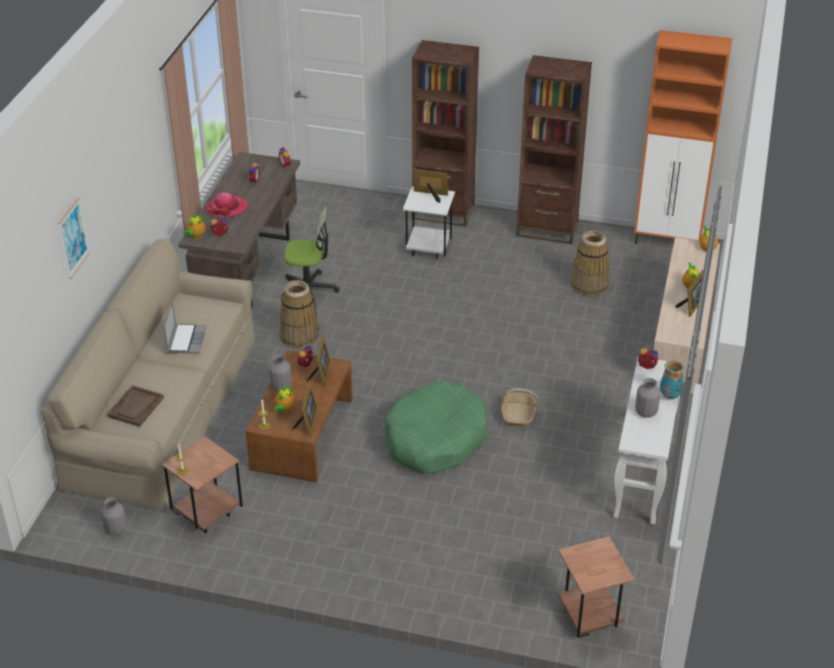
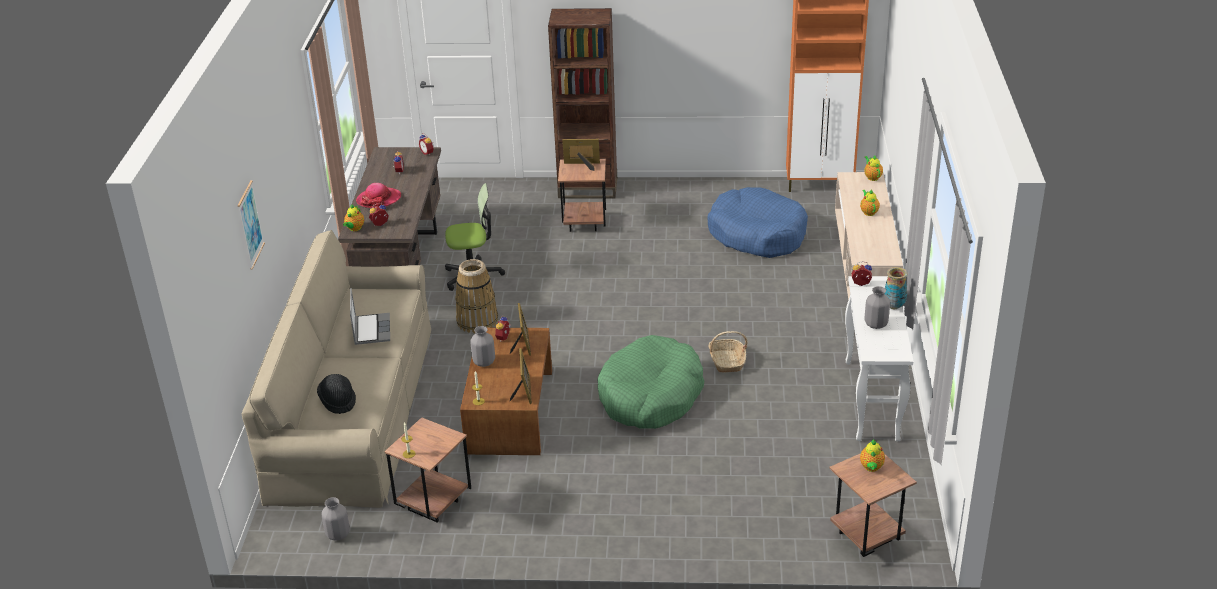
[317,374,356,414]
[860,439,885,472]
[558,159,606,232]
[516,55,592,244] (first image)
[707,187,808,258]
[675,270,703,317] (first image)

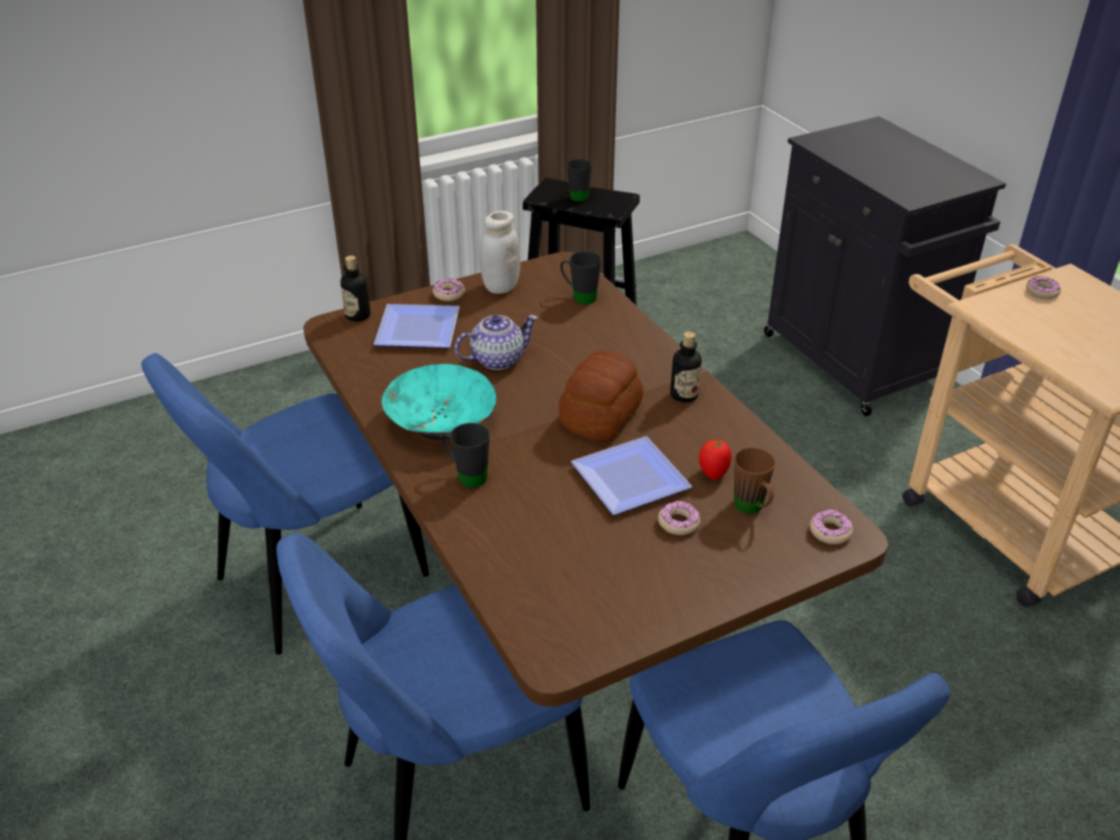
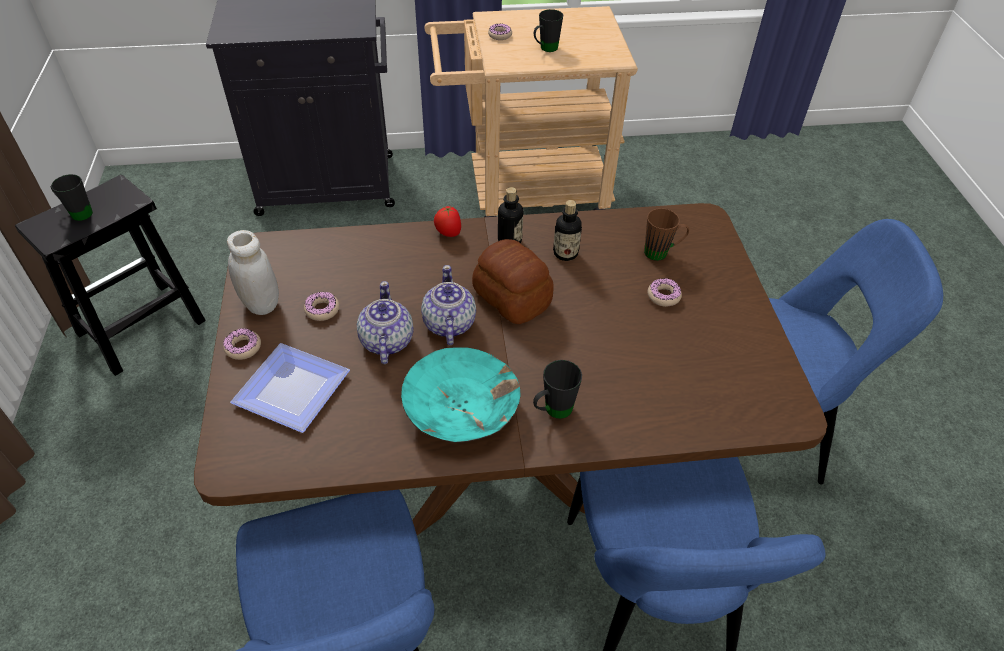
[553,200,582,261]
[534,9,563,52]
[571,436,692,515] (first image)
[434,206,461,237]
[304,292,339,321]
[421,265,476,346]

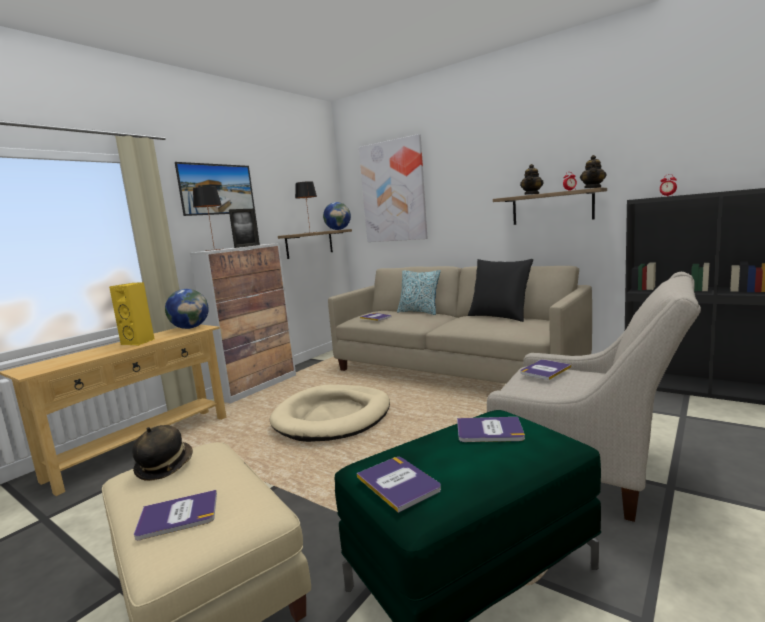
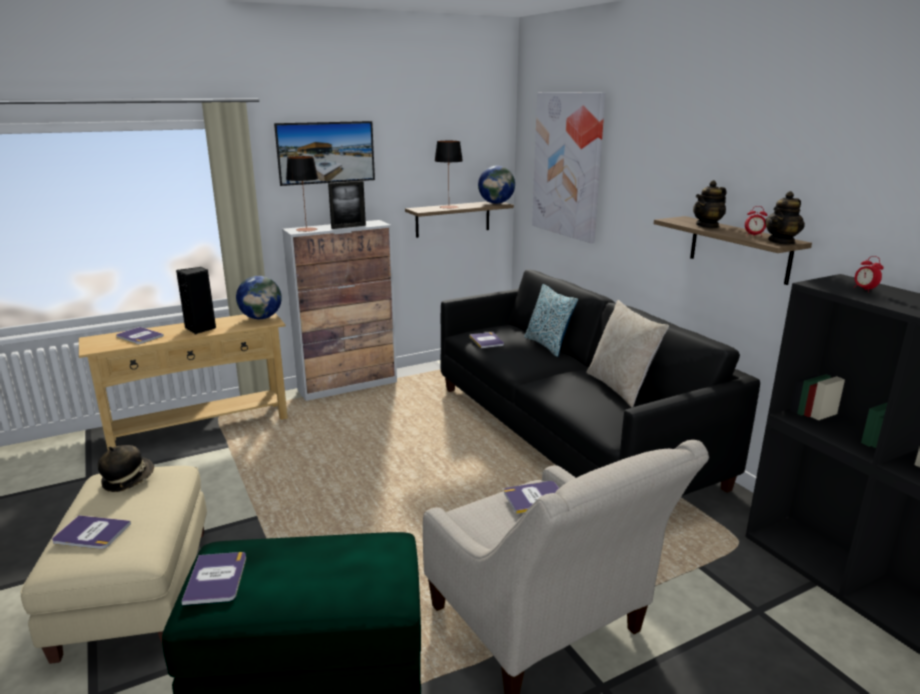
[176,267,216,334]
[270,385,390,442] (first image)
[440,269,760,496]
[116,327,164,344]
[586,300,669,407]

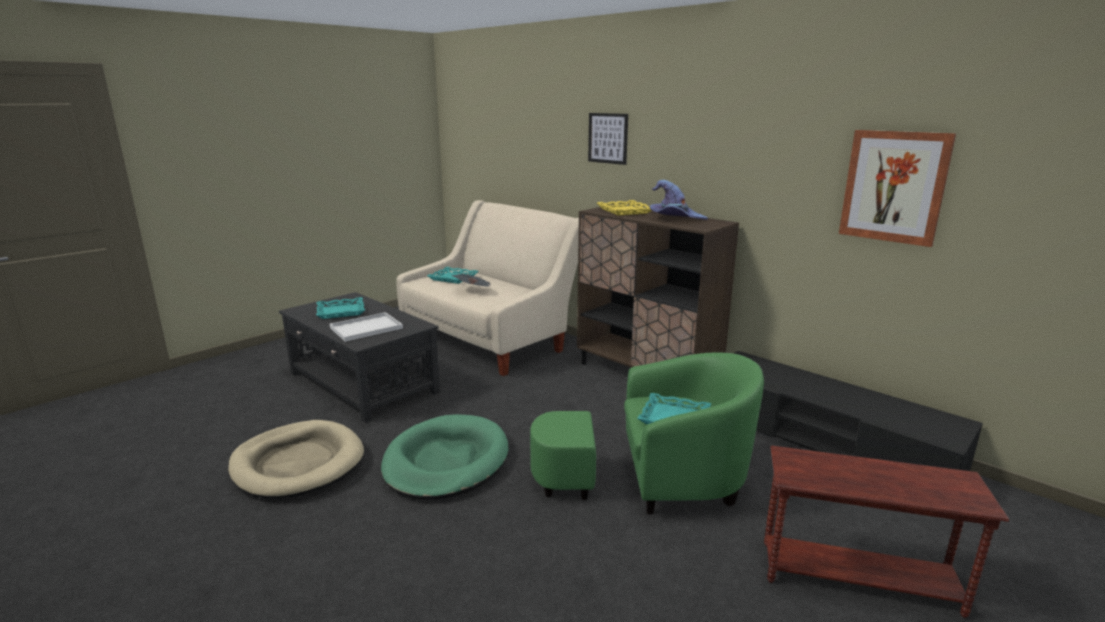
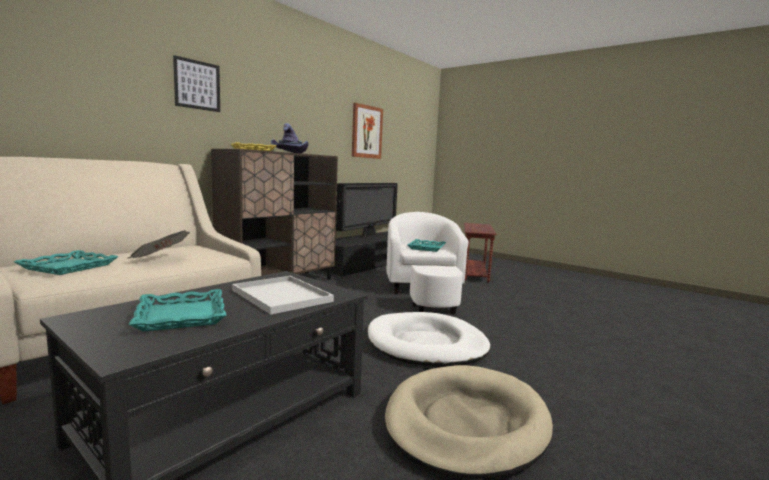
[368,312,490,367]
[387,212,469,315]
[336,183,398,238]

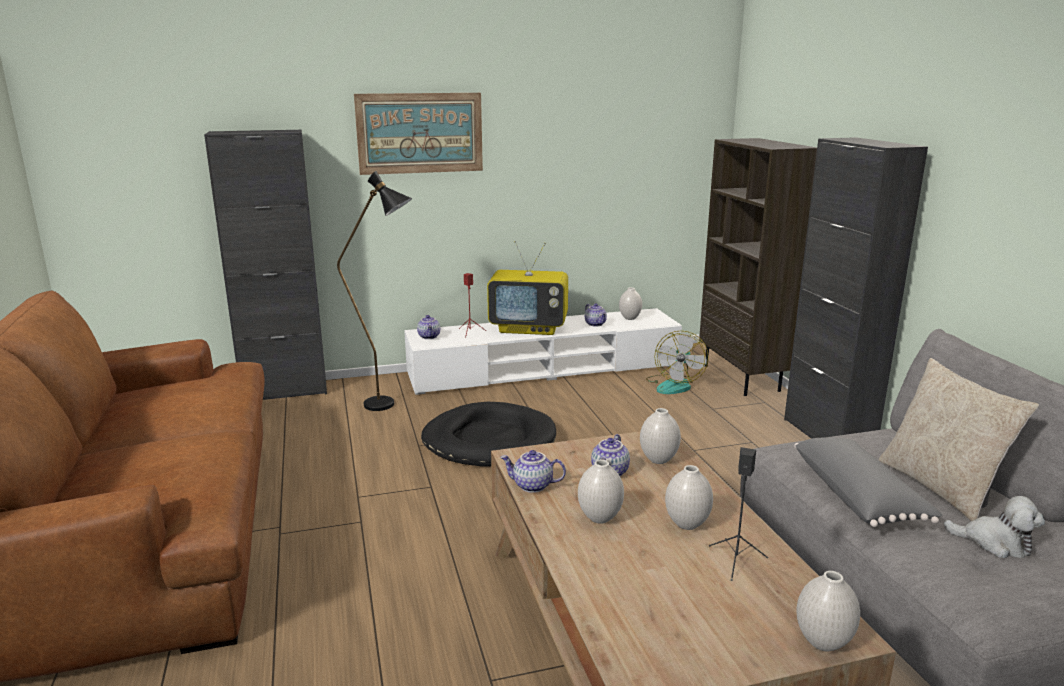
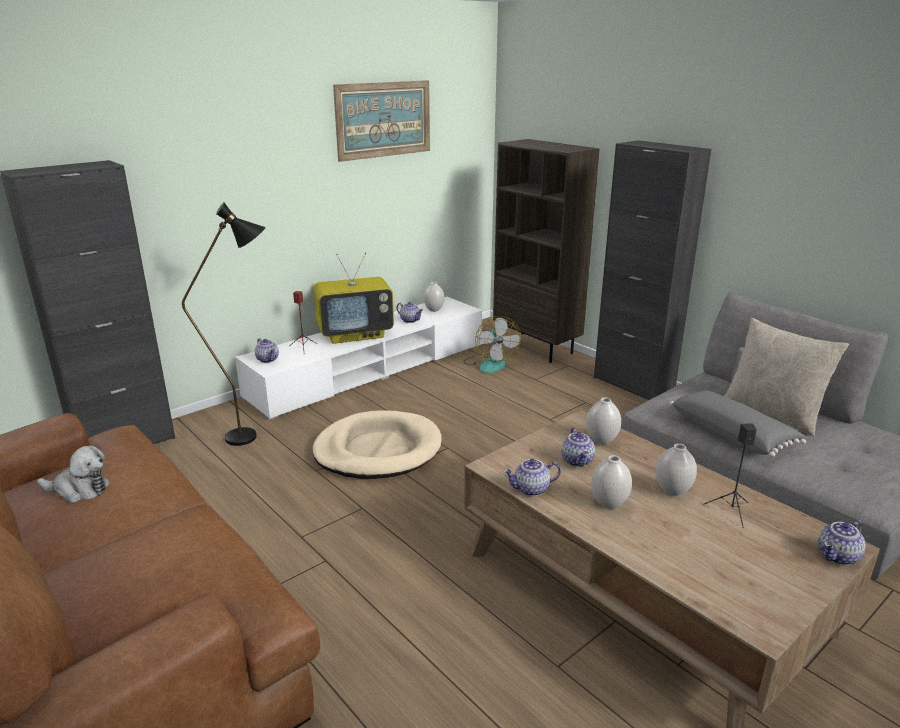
[333,80,430,162]
[312,410,442,479]
[818,520,866,565]
[37,445,110,503]

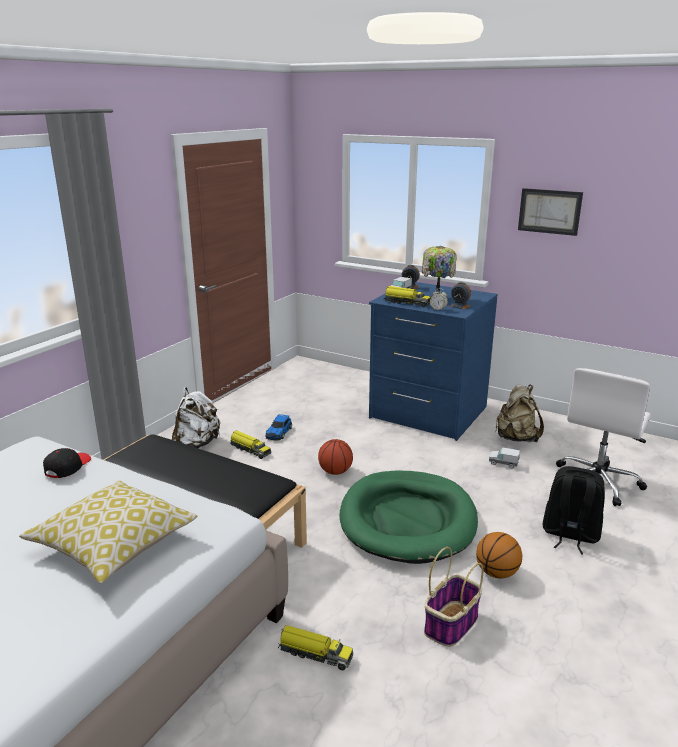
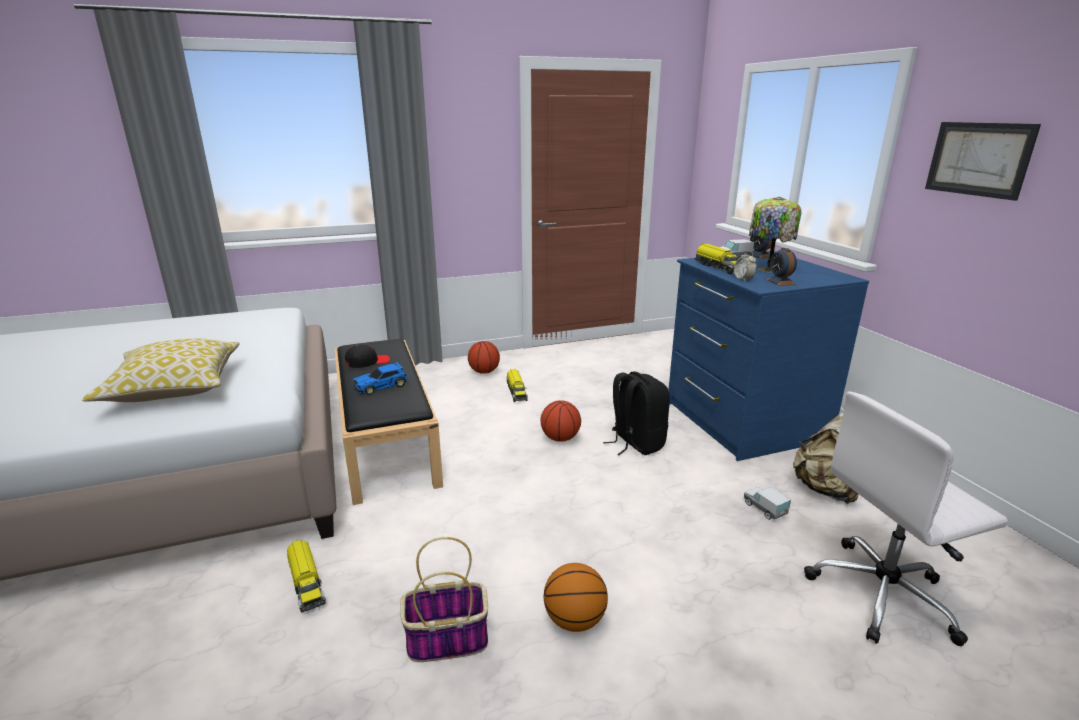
[345,345,390,368]
[468,341,500,374]
[353,362,407,395]
[339,470,478,564] (first image)
[603,371,670,455]

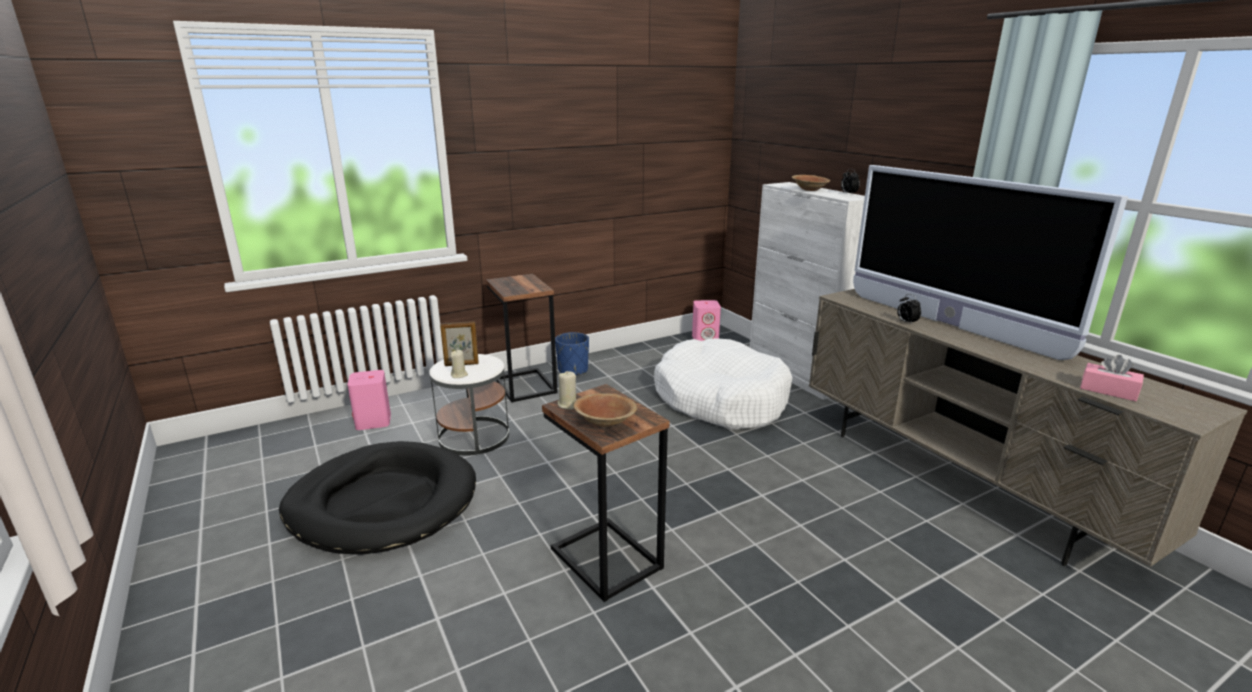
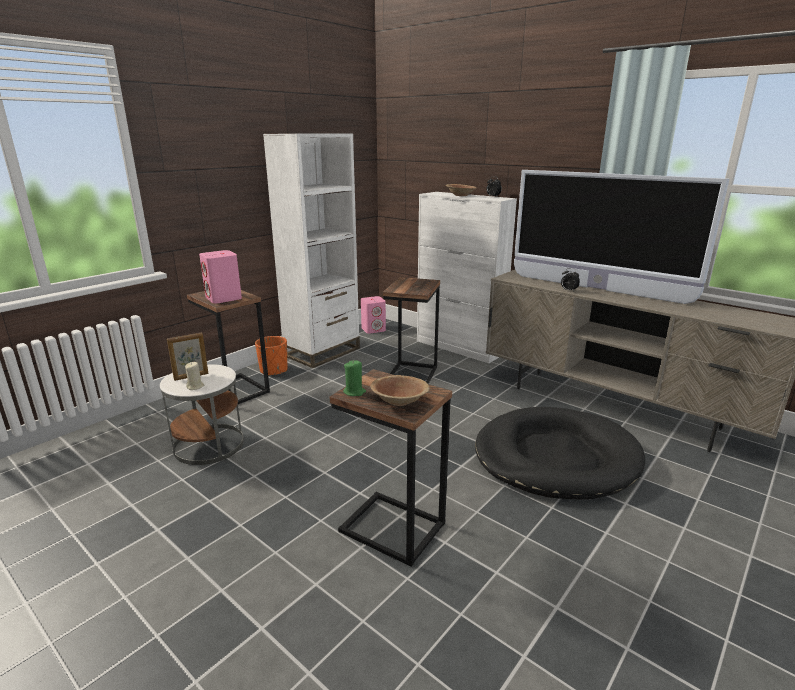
[475,407,645,500]
[199,250,242,303]
[255,336,287,376]
[343,360,366,396]
[383,277,440,384]
[1080,355,1144,401] (first image)
[263,133,360,368]

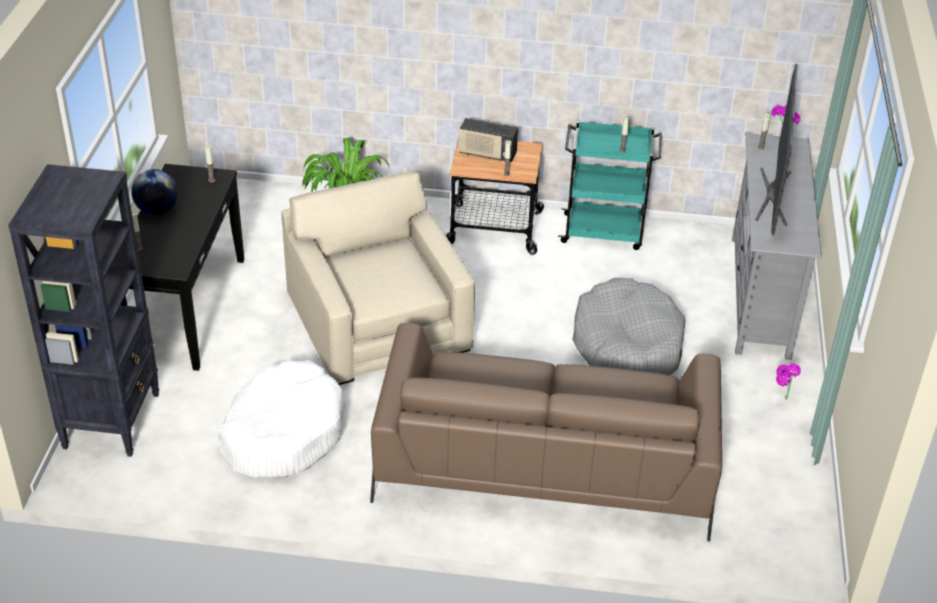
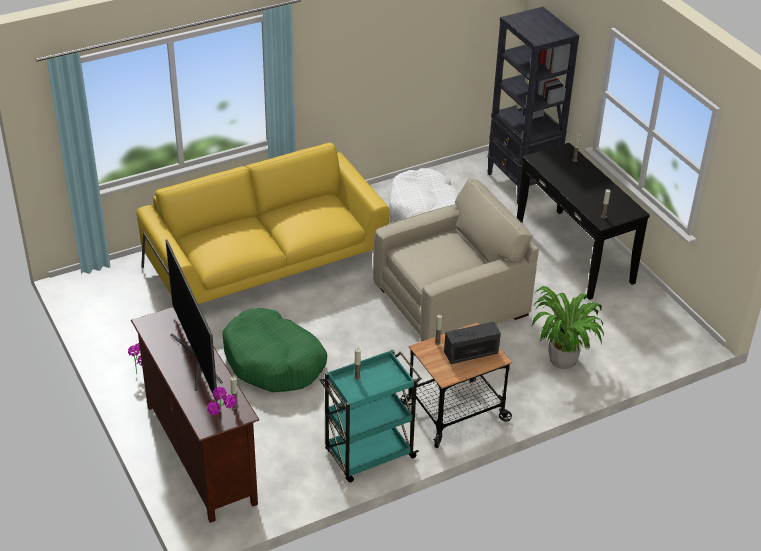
[131,169,178,215] (first image)
[373,178,539,341]
[137,143,390,304]
[222,308,327,392]
[131,307,259,523]

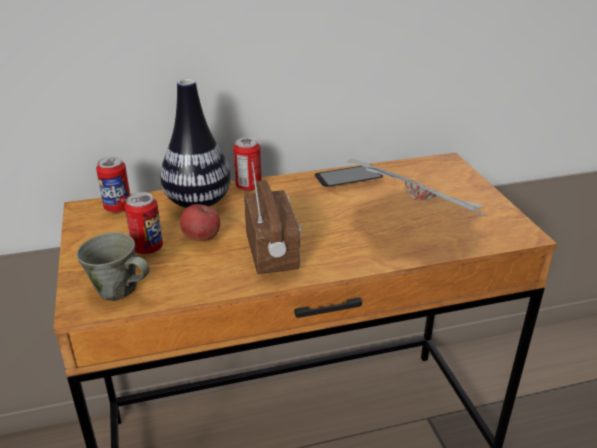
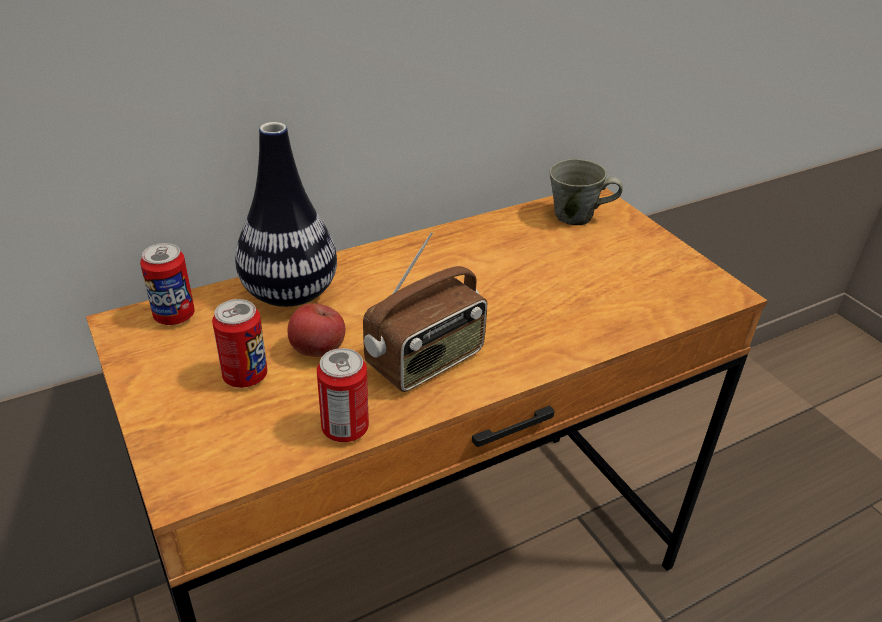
[550,159,623,225]
[317,348,369,442]
[363,232,487,392]
[315,164,383,187] (first image)
[347,159,487,216] (first image)

